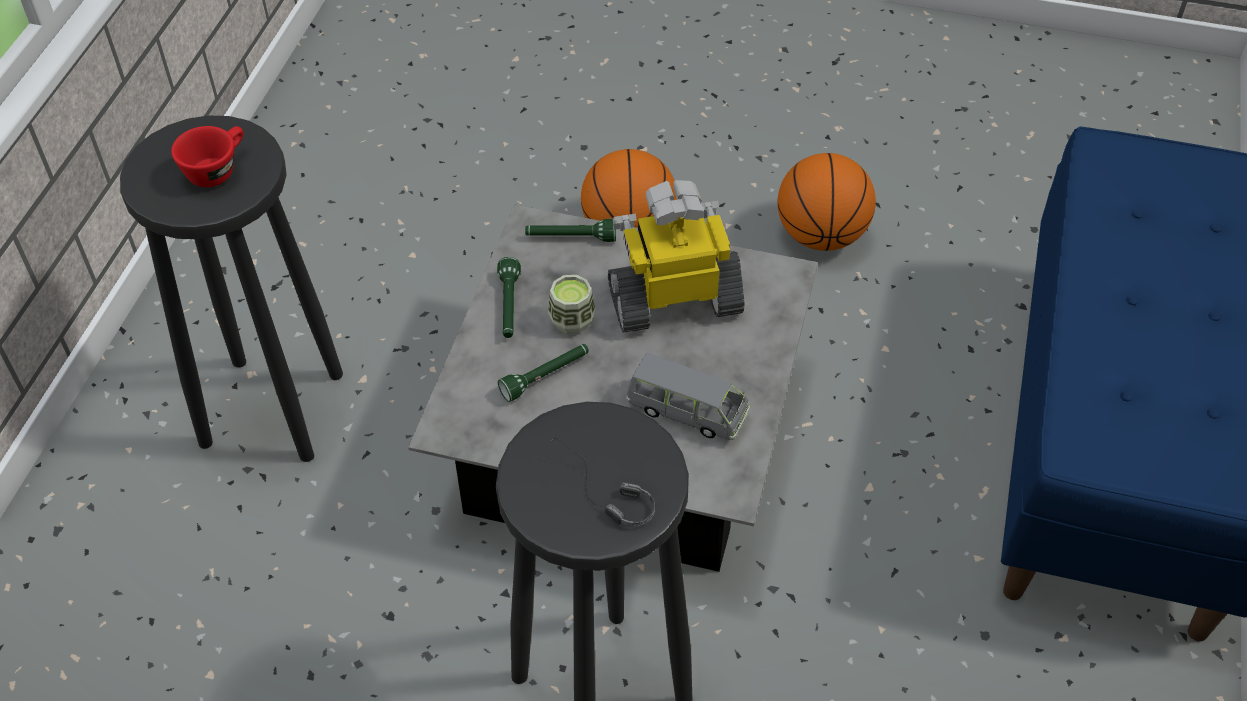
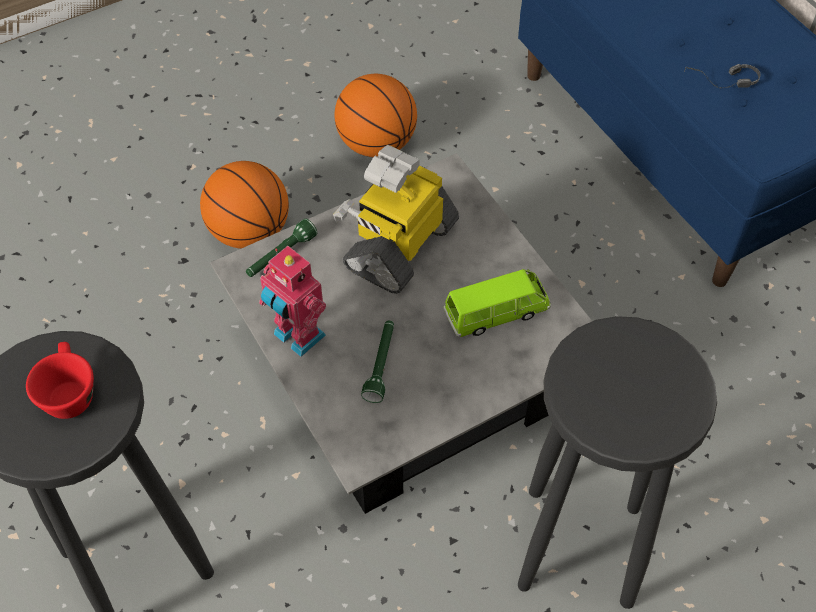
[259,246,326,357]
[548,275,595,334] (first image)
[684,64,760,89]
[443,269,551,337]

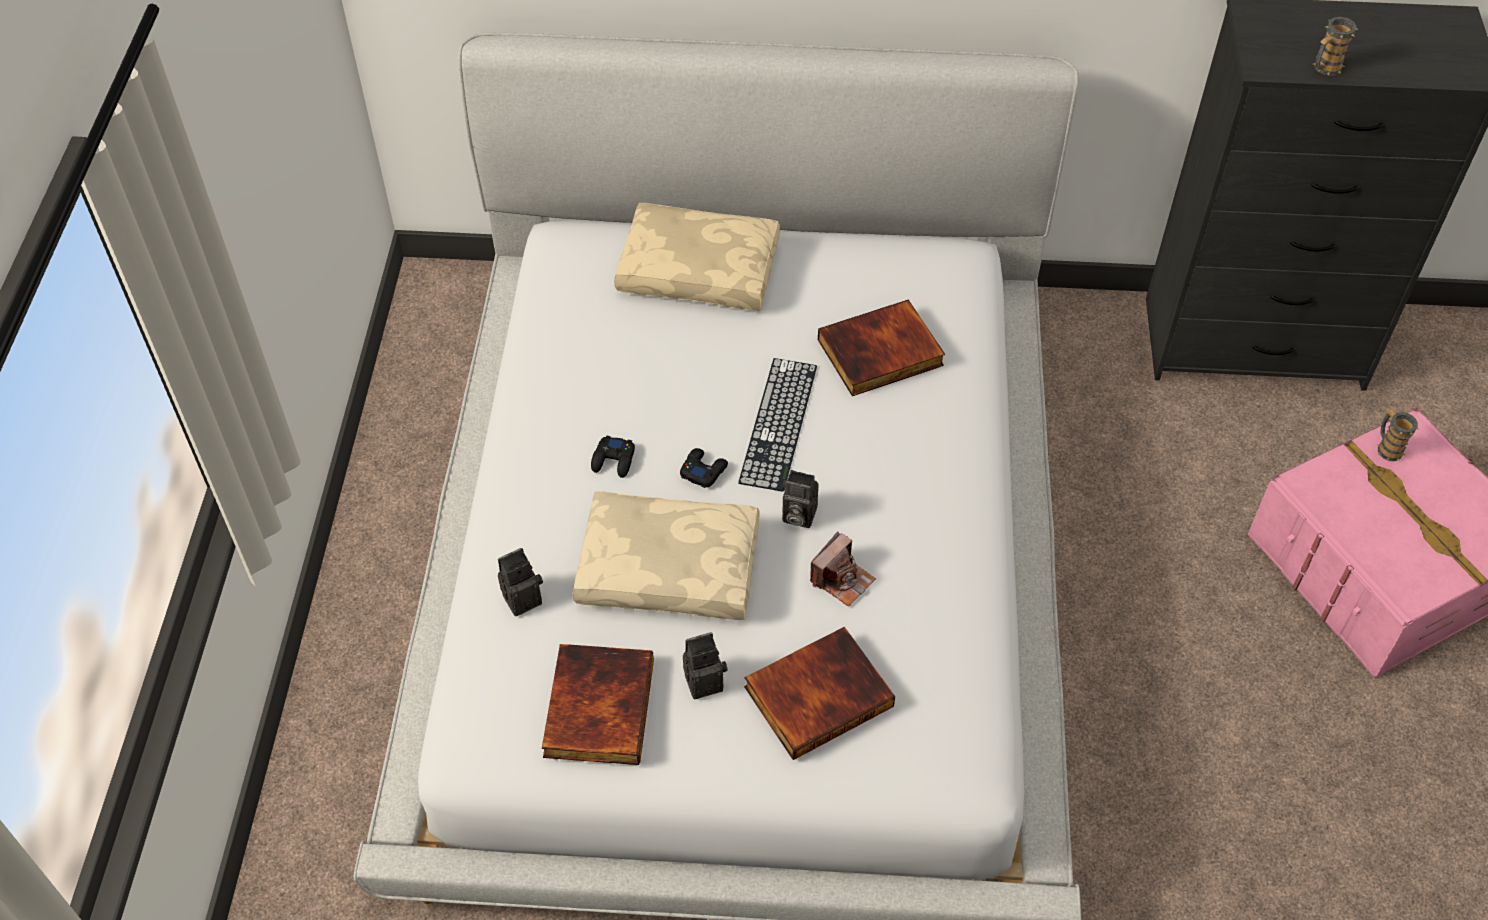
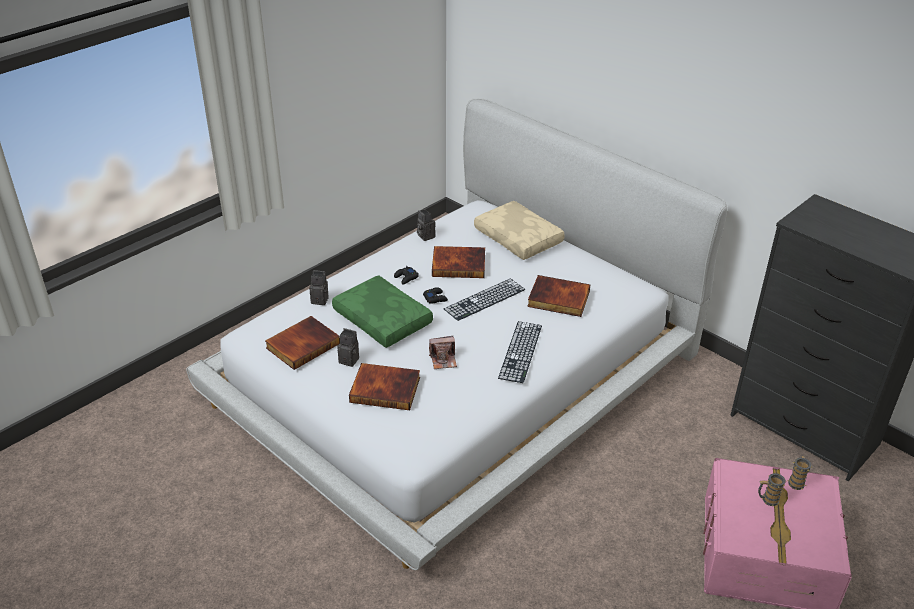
[332,275,433,348]
[417,209,436,241]
[758,473,786,506]
[432,246,485,278]
[498,321,542,383]

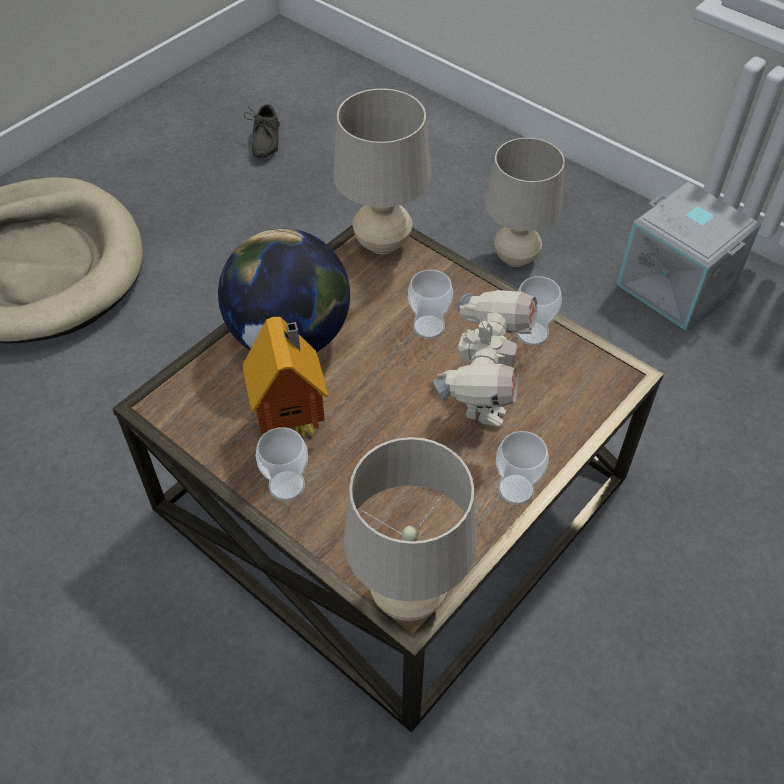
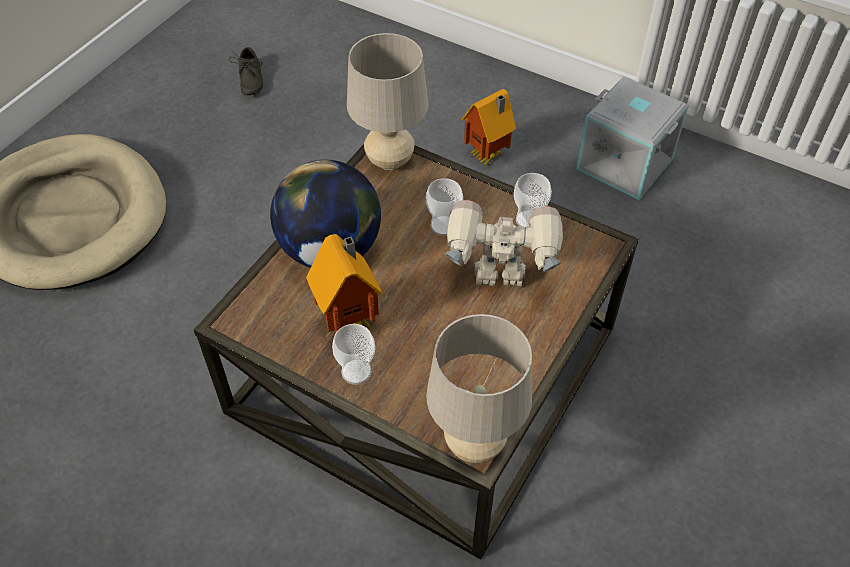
[446,200,563,287]
[462,89,516,165]
[496,431,549,505] (first image)

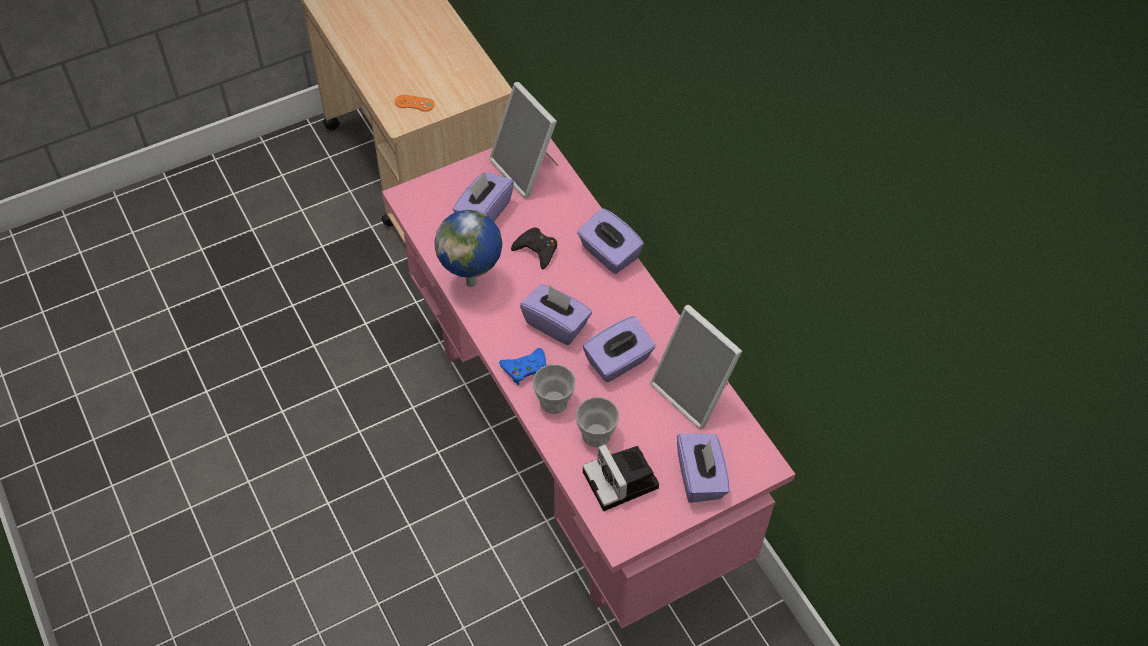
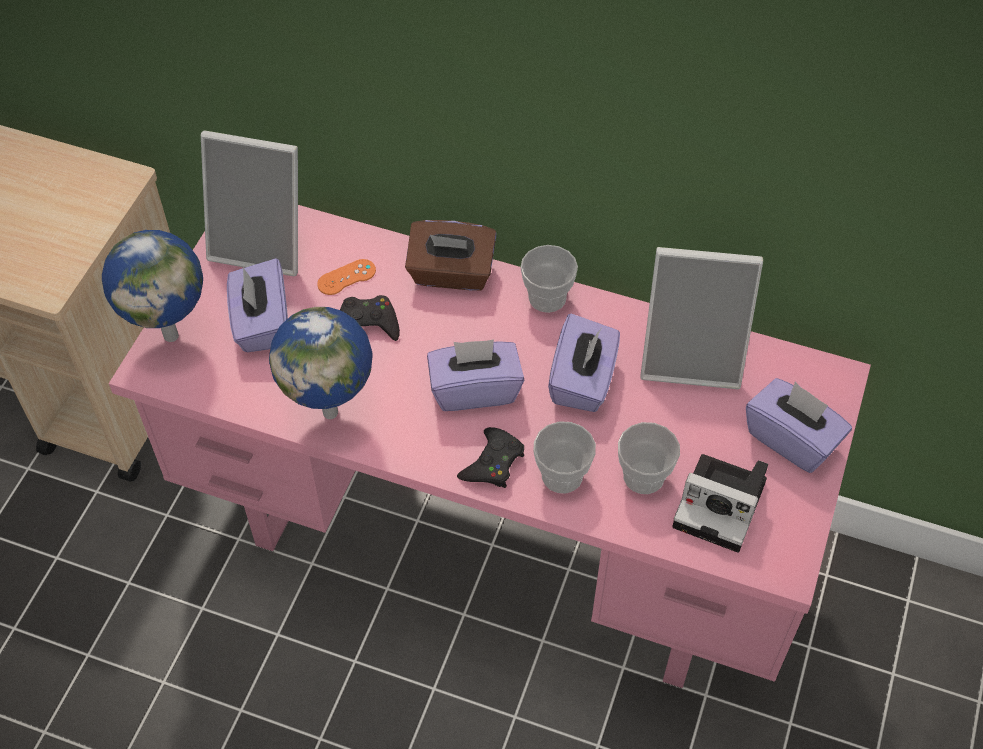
[317,259,376,295]
[457,427,524,488]
[405,220,497,291]
[102,230,203,342]
[520,245,578,313]

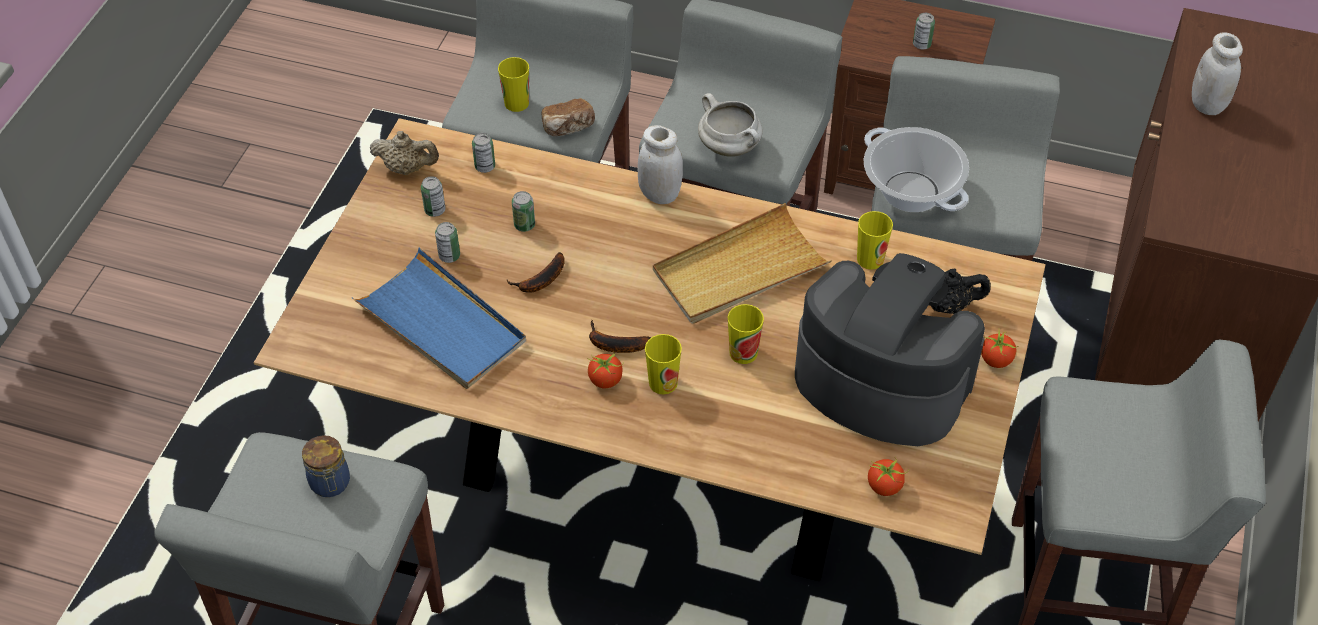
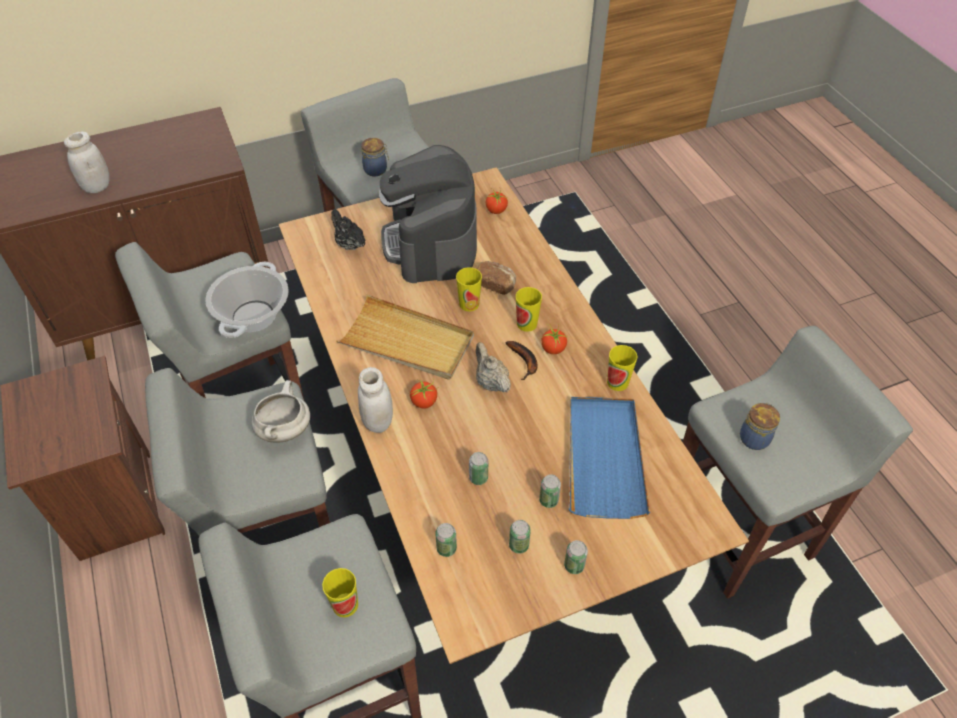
[476,342,511,392]
[507,252,565,293] (first image)
[477,261,516,295]
[607,345,637,391]
[564,540,588,574]
[409,379,437,409]
[361,138,389,176]

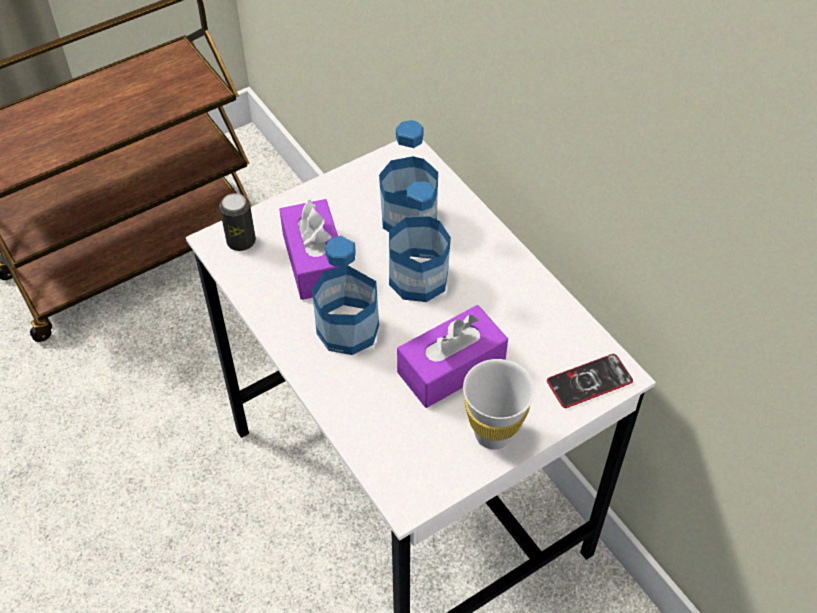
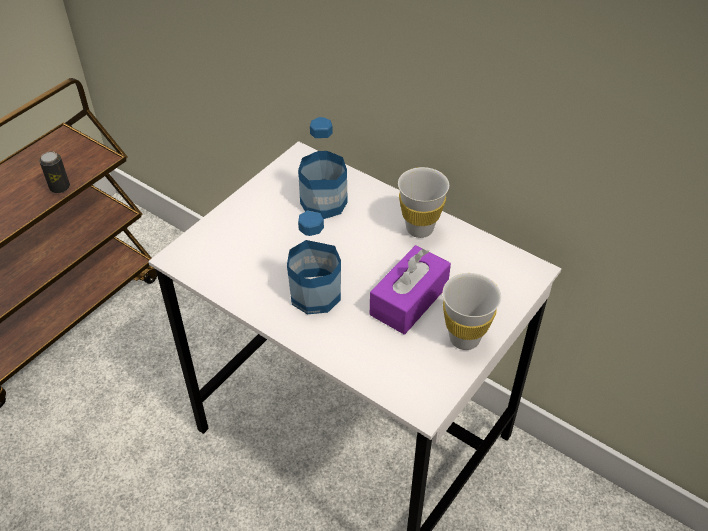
[39,151,70,193]
[279,199,338,300] (first image)
[389,182,451,302] (first image)
[547,354,633,408] (first image)
[398,167,449,238]

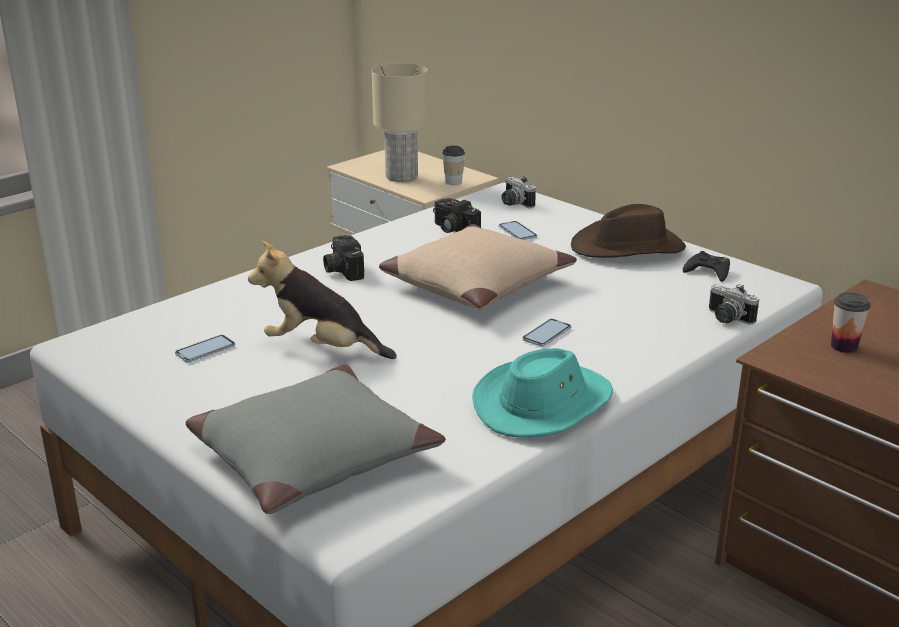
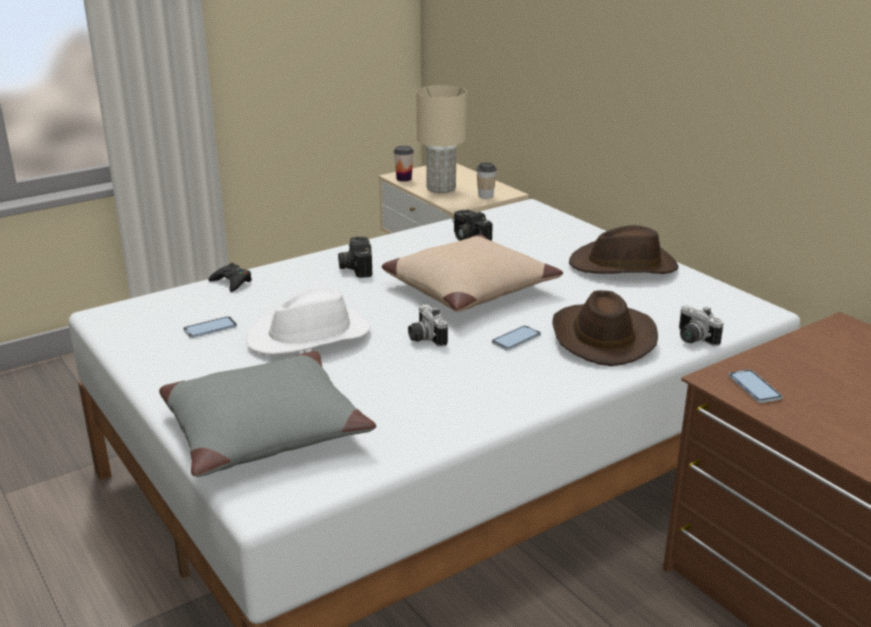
[246,286,371,355]
[472,348,613,438] (first image)
[729,370,783,403]
[408,304,448,347]
[208,263,252,292]
[394,146,414,182]
[552,290,658,366]

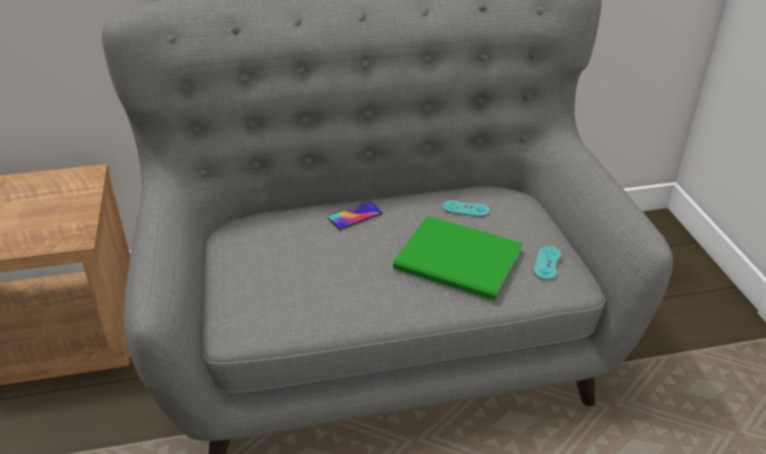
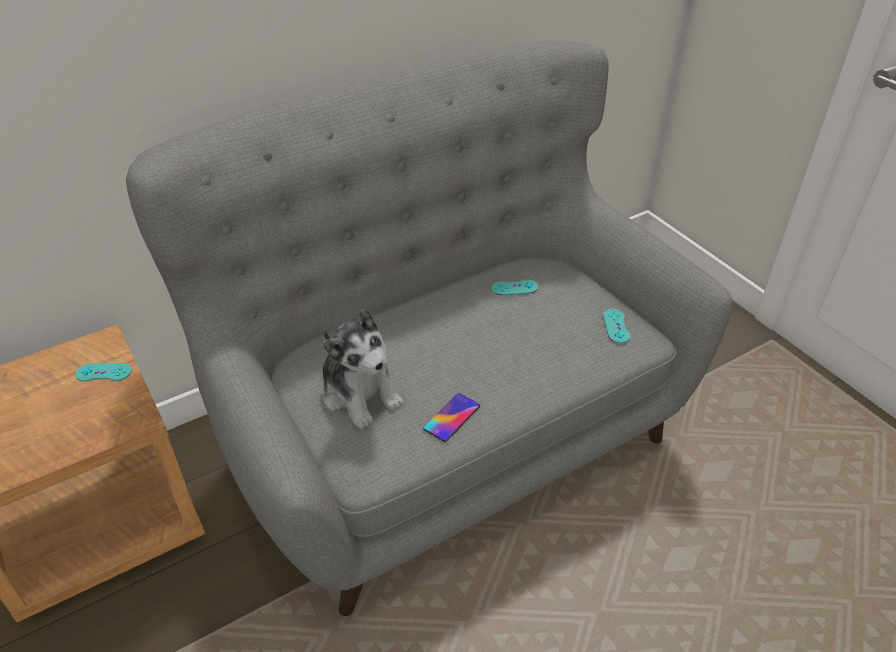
[423,393,480,442]
[393,216,523,300] (first image)
[75,363,132,382]
[322,309,404,429]

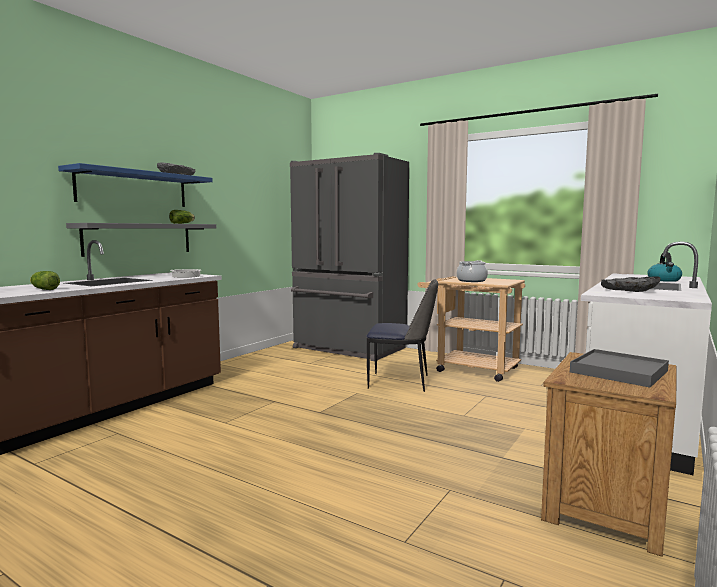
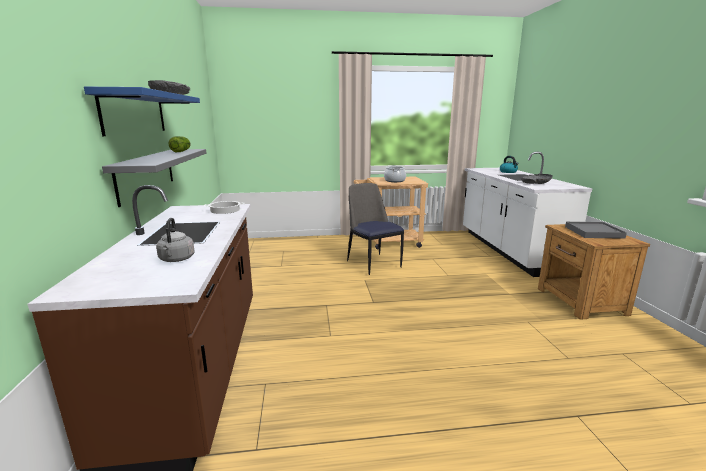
[156,218,194,262]
[290,153,409,361] (first image)
[347,183,404,275]

